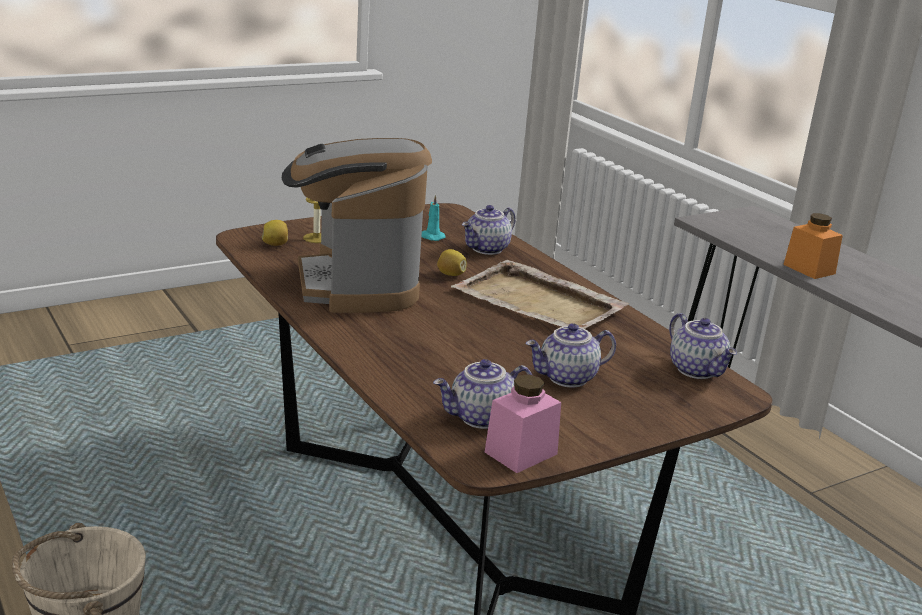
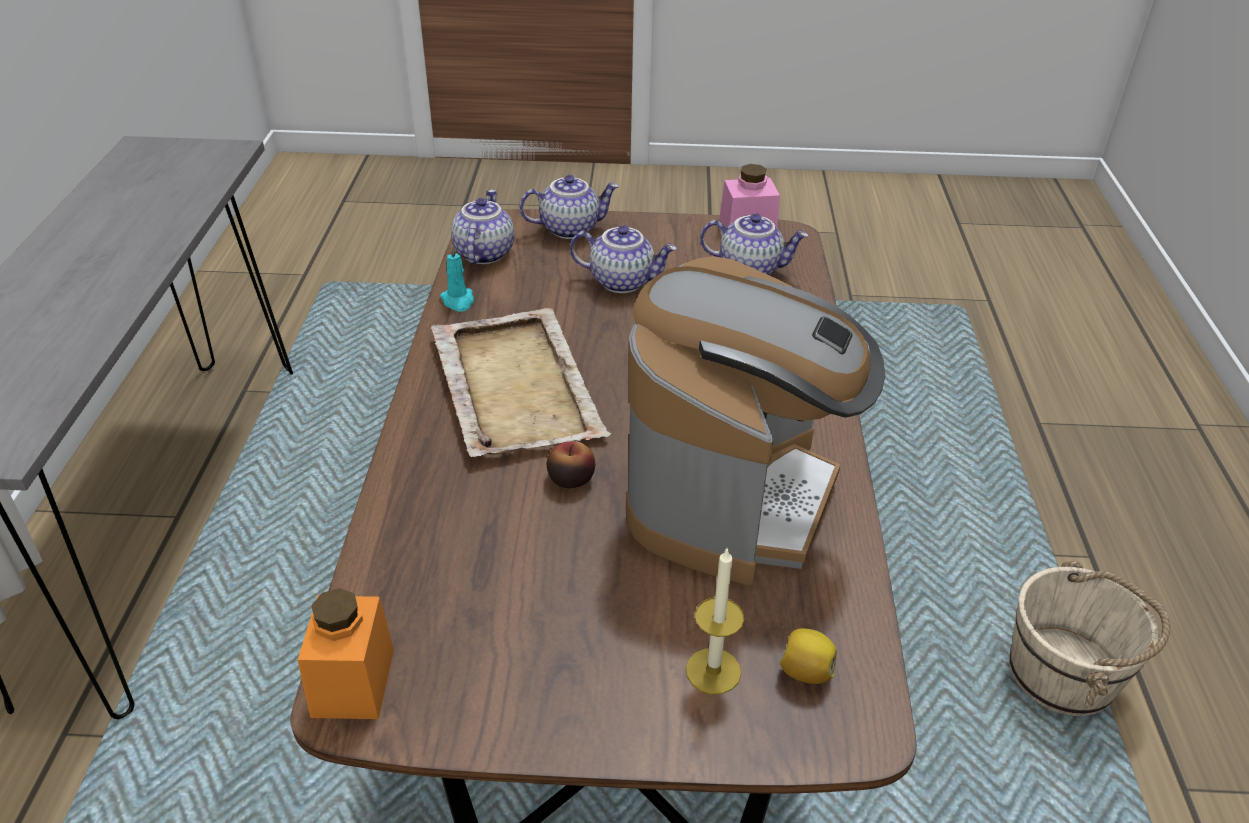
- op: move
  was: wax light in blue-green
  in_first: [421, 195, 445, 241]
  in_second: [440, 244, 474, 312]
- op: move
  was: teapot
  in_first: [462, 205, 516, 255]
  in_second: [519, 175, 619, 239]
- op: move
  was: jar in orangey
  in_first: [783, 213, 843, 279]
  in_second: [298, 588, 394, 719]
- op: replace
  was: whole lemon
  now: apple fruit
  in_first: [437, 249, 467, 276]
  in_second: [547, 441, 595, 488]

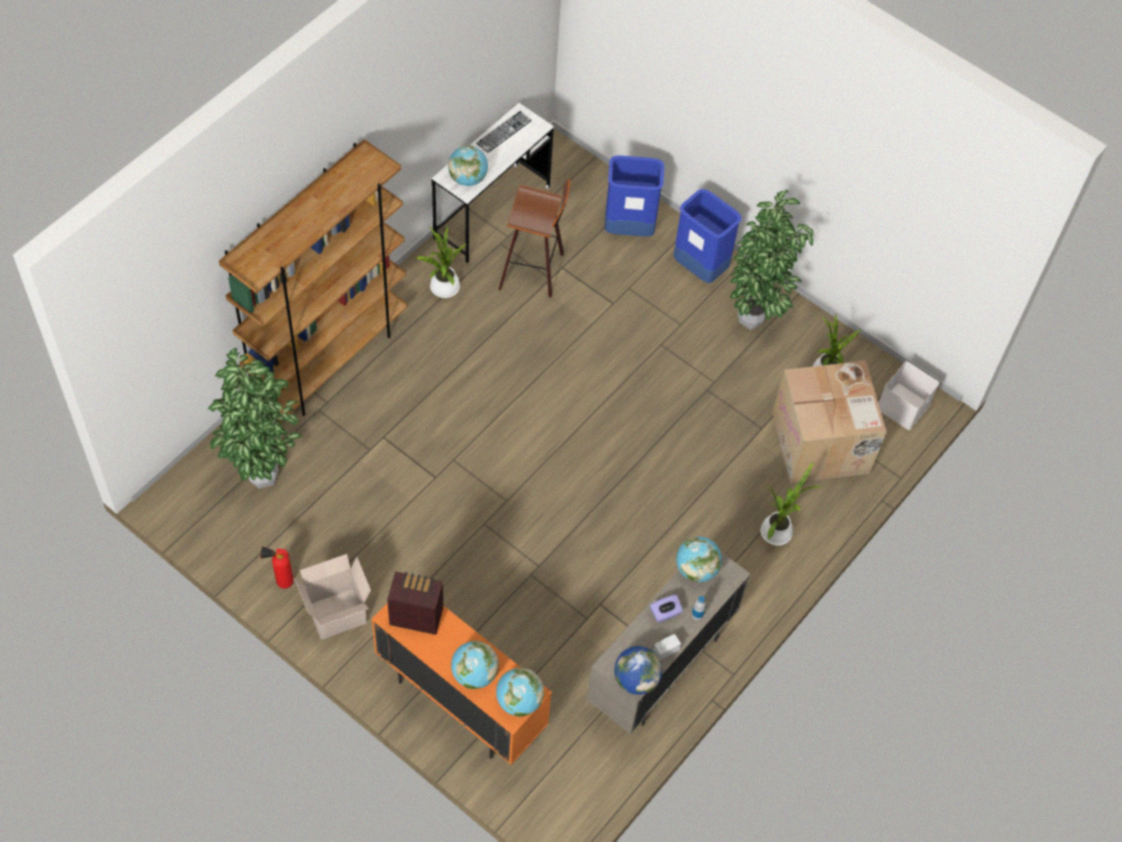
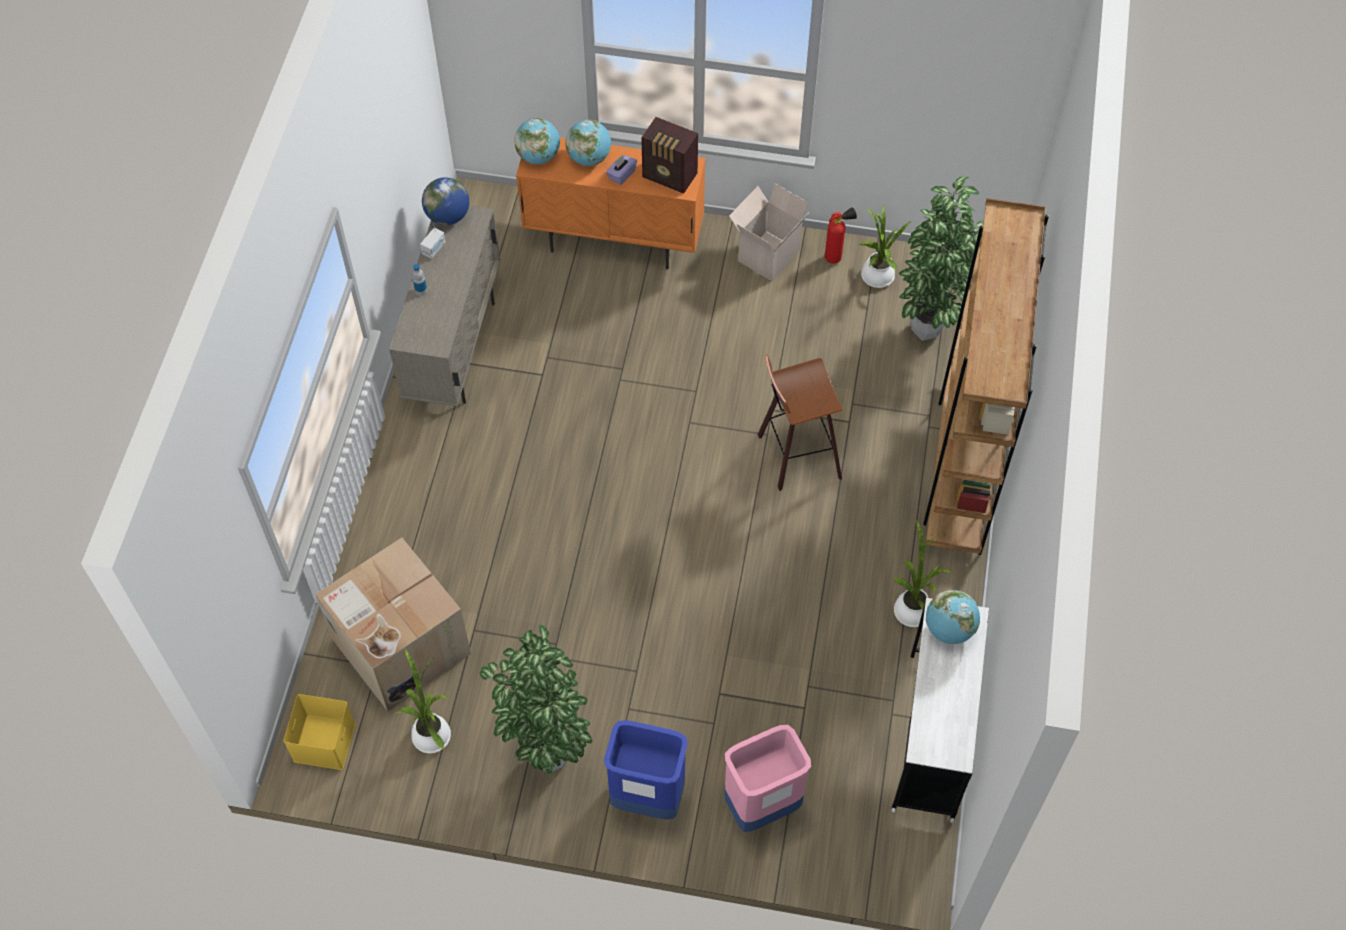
- op: delete
  was: PC keyboard
  in_first: [476, 111, 532, 153]
- op: delete
  was: desk globe
  in_first: [676, 537, 722, 582]
- op: move
  was: stool
  in_first: [499, 179, 570, 298]
  in_second: [758, 354, 843, 491]
- op: move
  was: box of tissues in purple
  in_first: [650, 595, 683, 623]
  in_second: [606, 155, 637, 185]
- op: move
  was: potted plant
  in_first: [761, 462, 823, 546]
  in_second: [859, 204, 911, 288]
- op: recolor
  was: rubbish bin in bluish
  now: rubbish bin in pinkish
  in_first: [605, 156, 664, 237]
  in_second: [724, 725, 811, 832]
- op: recolor
  was: storage box in white-coloured
  now: storage box in yellow-coloured
  in_first: [878, 361, 940, 430]
  in_second: [283, 694, 356, 770]
- op: rotate
  was: radio set
  in_first: [387, 571, 443, 635]
  in_second: [641, 117, 698, 194]
  clockwise: 45

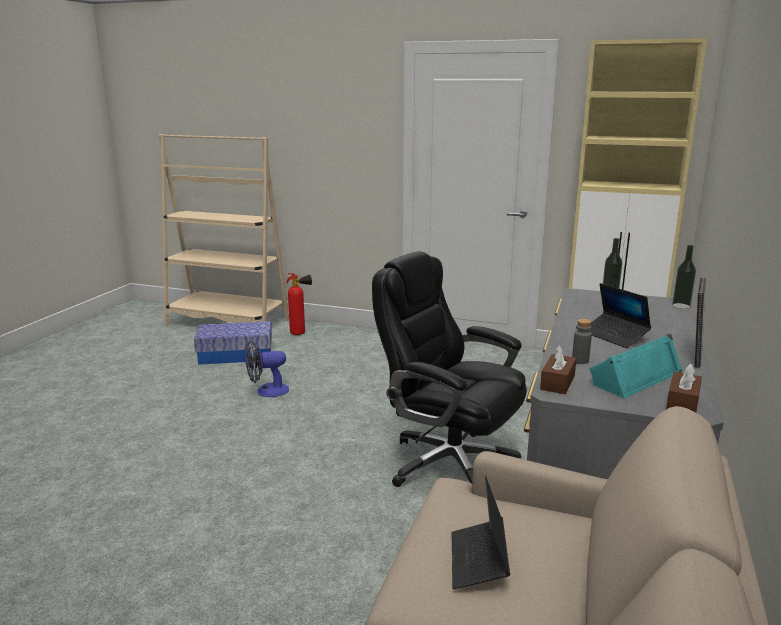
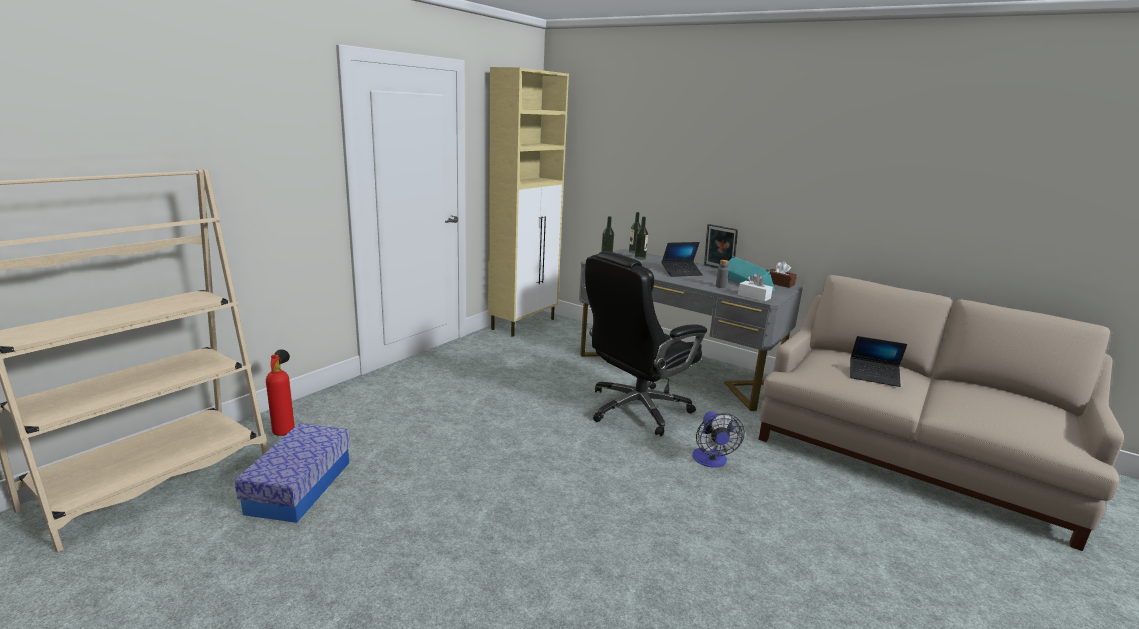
- op: insert
  now: beverage bottle
  in_second: [635, 216, 648, 260]
- op: move
  was: cooling fan
  in_first: [245, 341, 289, 397]
  in_second: [692, 411, 745, 468]
- op: recolor
  was: box of tissues in brown
  now: box of tissues in white-coloured
  in_first: [540, 345, 576, 394]
  in_second: [738, 273, 773, 302]

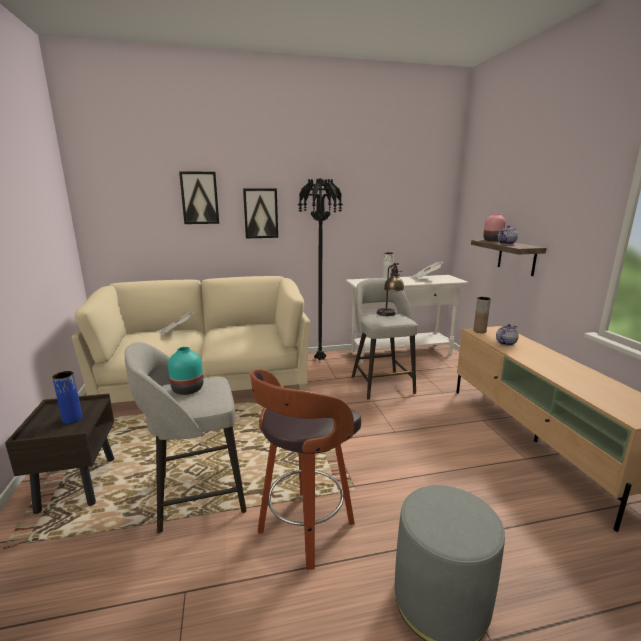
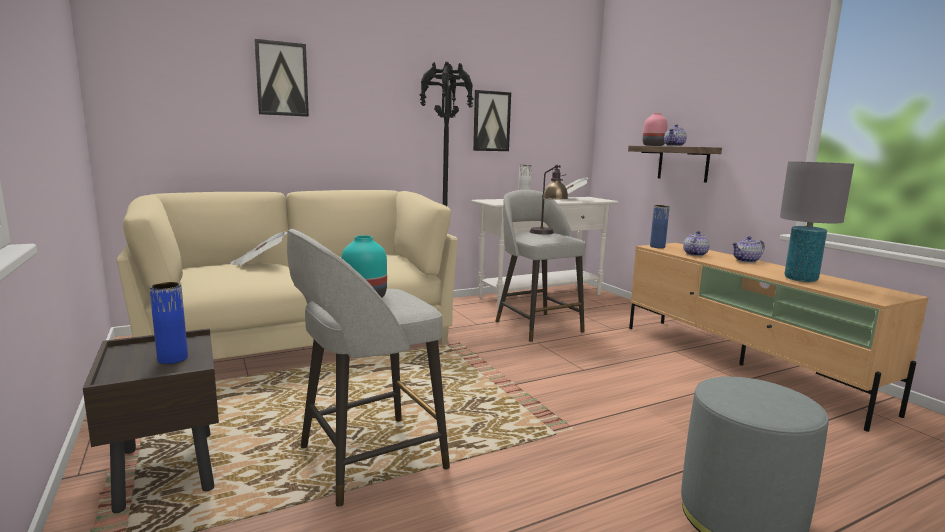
- op: delete
  was: stool
  in_first: [250, 369, 361, 570]
- op: insert
  now: teapot
  in_second: [732, 236, 765, 263]
- op: insert
  now: tabletop lamp in grey
  in_second: [780, 161, 854, 282]
- op: move
  was: wall picture
  in_first: [243, 188, 278, 238]
  in_second: [473, 90, 511, 151]
- op: recolor
  was: decorative vase in brown
  now: decorative vase in bluish
  in_first: [473, 297, 491, 333]
  in_second: [650, 205, 670, 248]

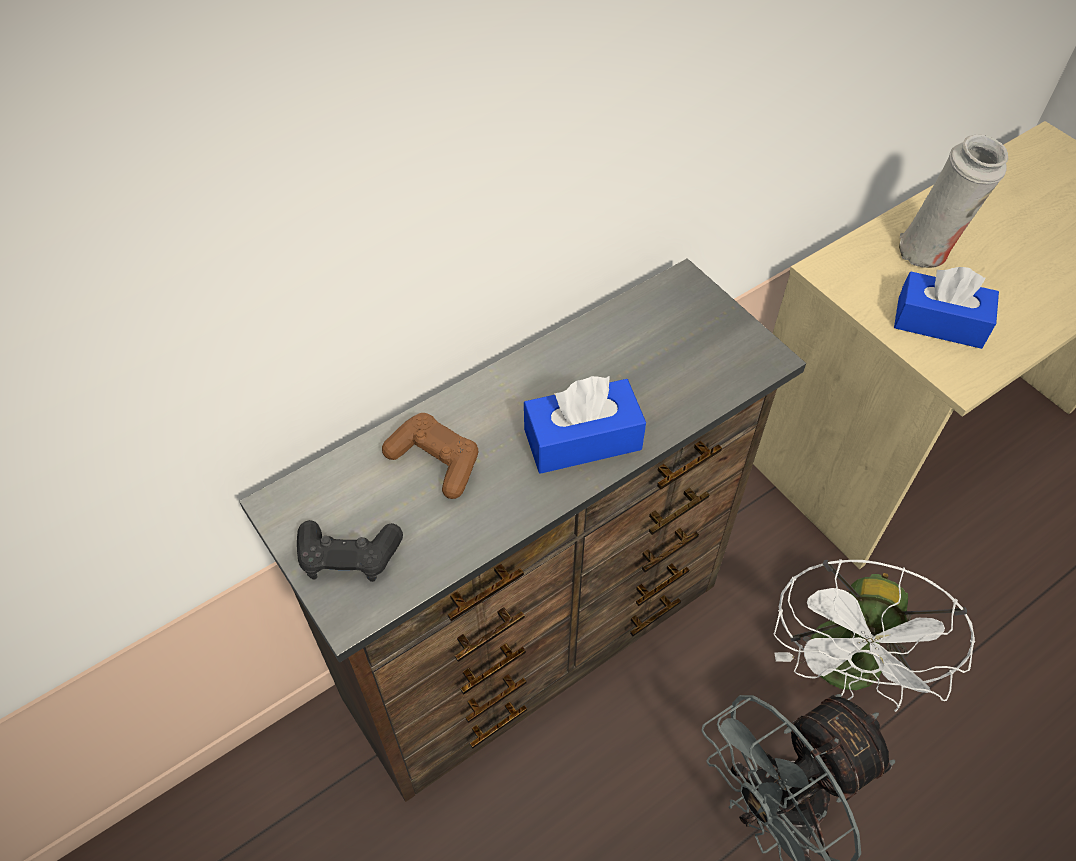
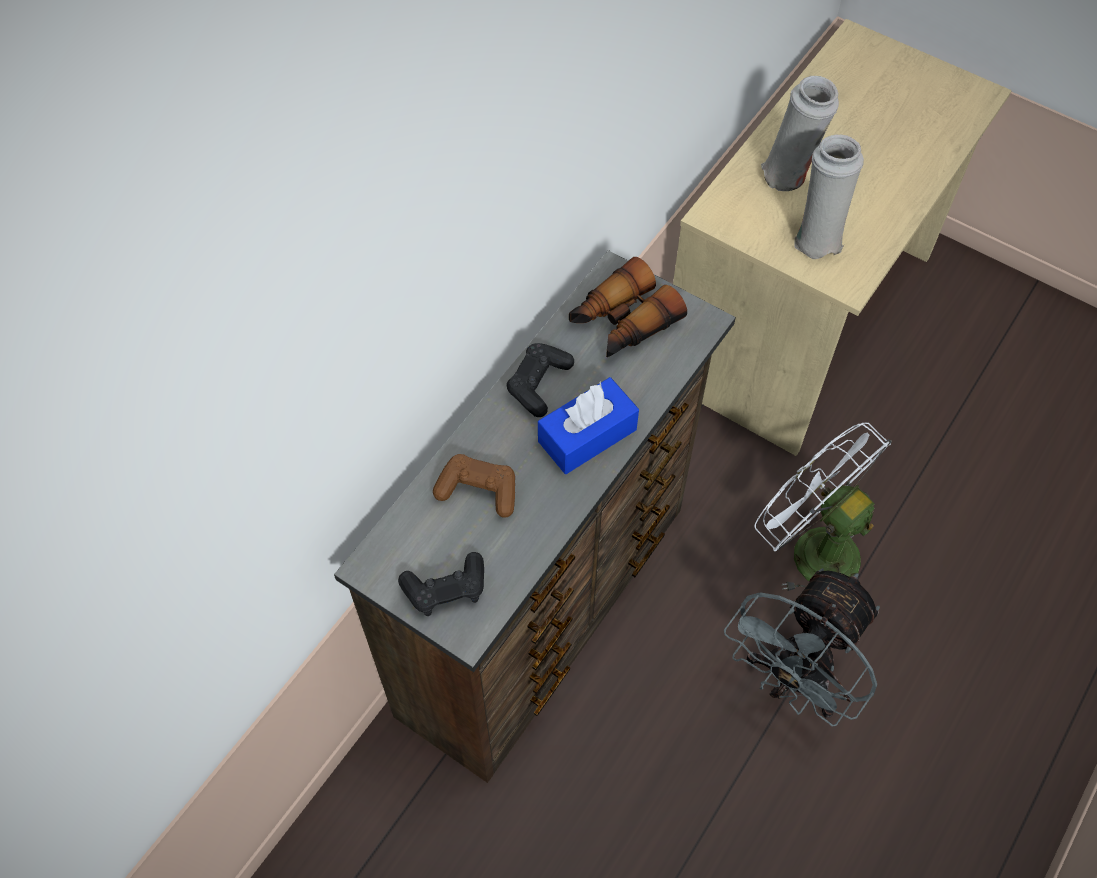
- op: insert
  now: joypad in blackish
  in_second: [507, 343, 574, 417]
- op: insert
  now: field glasses
  in_second: [569, 257, 687, 357]
- op: replace
  was: box of tissues in bluish
  now: decorative vase in white-coloured
  in_first: [894, 267, 999, 349]
  in_second: [794, 134, 864, 259]
- op: rotate
  was: cooling fan in white-coloured
  in_first: [774, 559, 975, 712]
  in_second: [755, 423, 892, 591]
  clockwise: 135

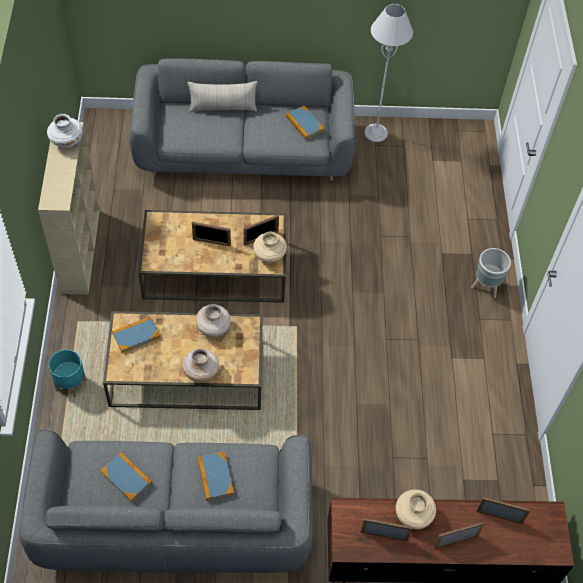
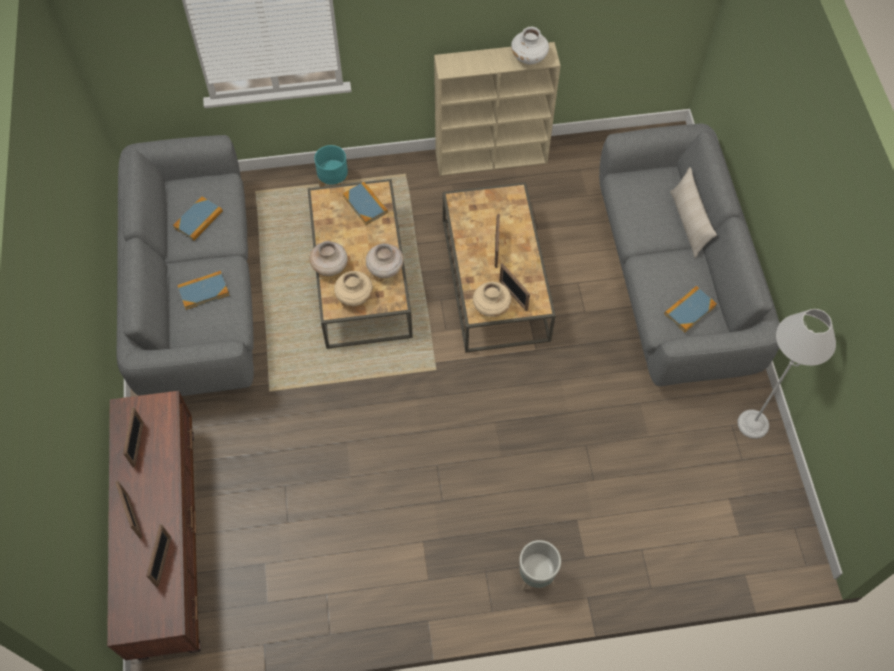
- op: move
  was: decorative vase in beige-coloured
  in_first: [396, 489, 436, 529]
  in_second: [334, 271, 373, 306]

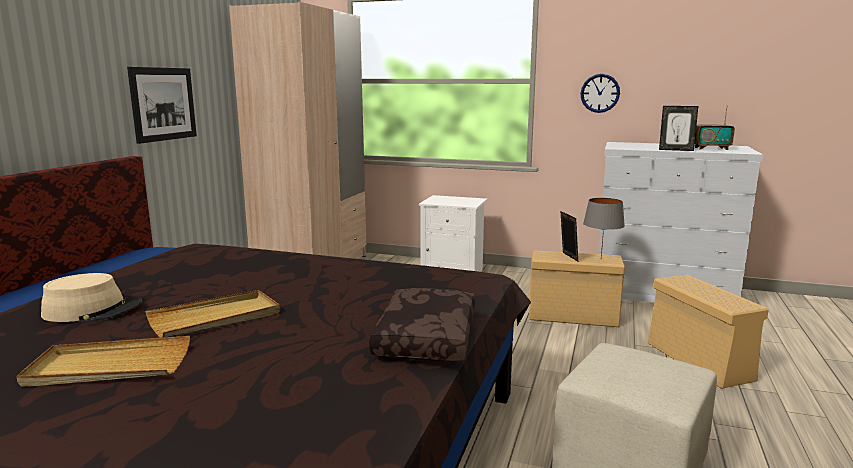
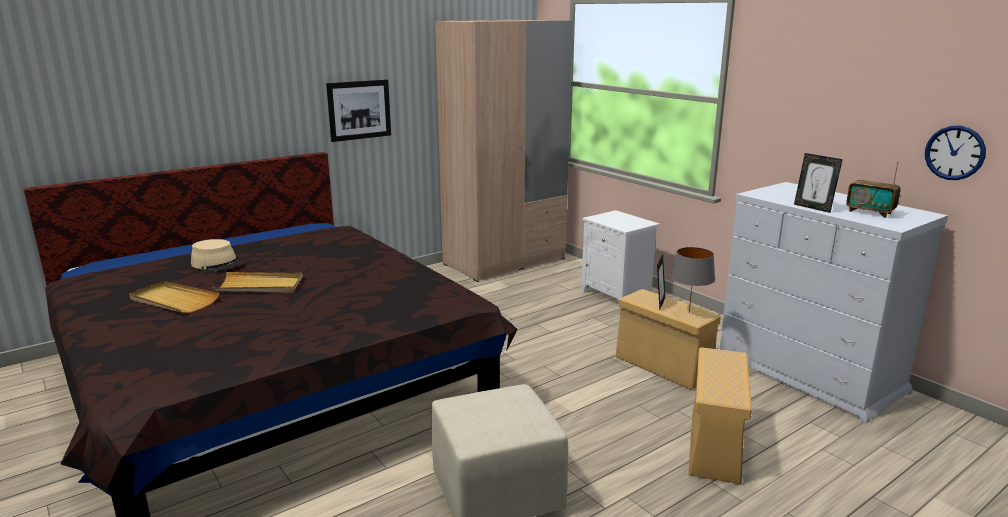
- op: delete
  was: pillow in brown
  in_first: [369, 288, 475, 361]
- op: move
  was: clock on the wall
  in_first: [580, 74, 620, 113]
  in_second: [925, 126, 986, 180]

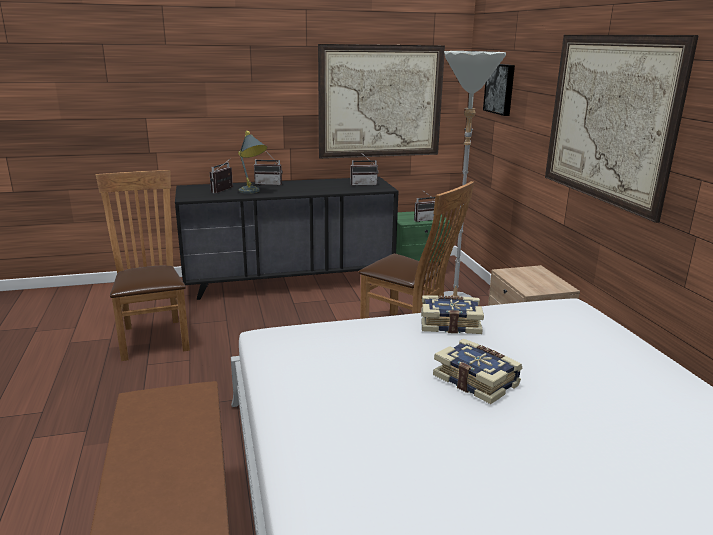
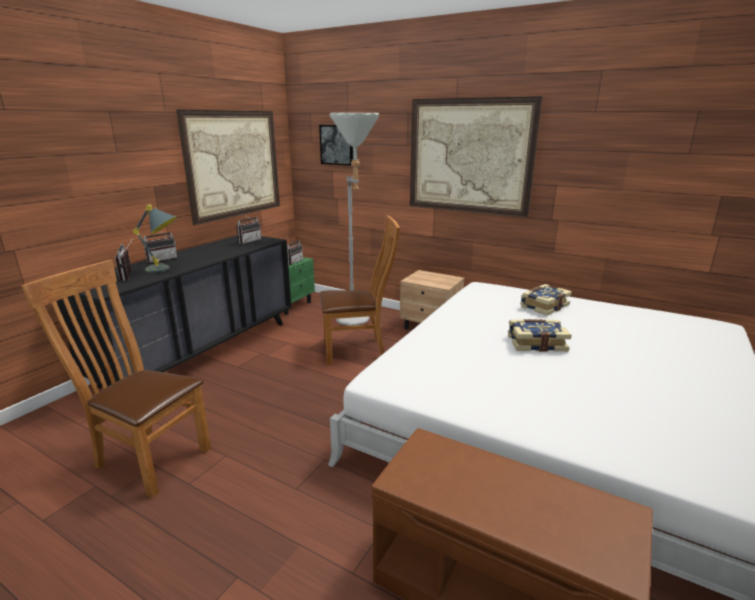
- op: move
  was: bound book
  in_first: [421, 295, 484, 334]
  in_second: [520, 284, 572, 316]

